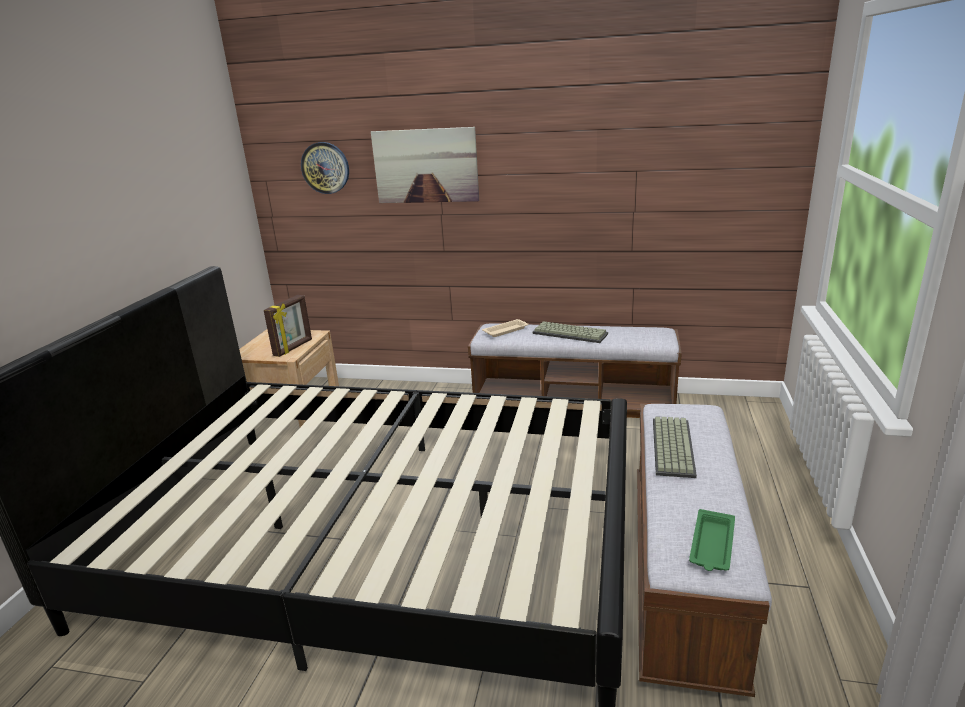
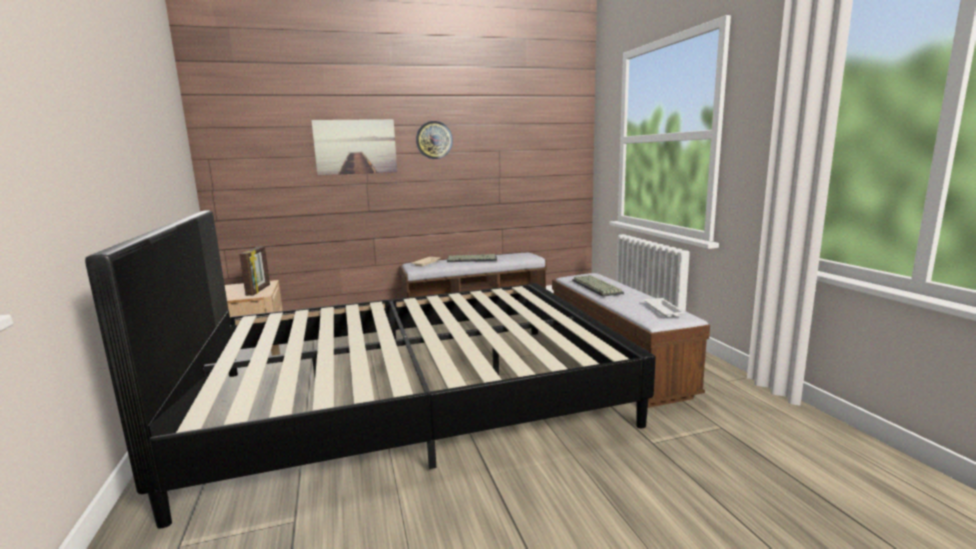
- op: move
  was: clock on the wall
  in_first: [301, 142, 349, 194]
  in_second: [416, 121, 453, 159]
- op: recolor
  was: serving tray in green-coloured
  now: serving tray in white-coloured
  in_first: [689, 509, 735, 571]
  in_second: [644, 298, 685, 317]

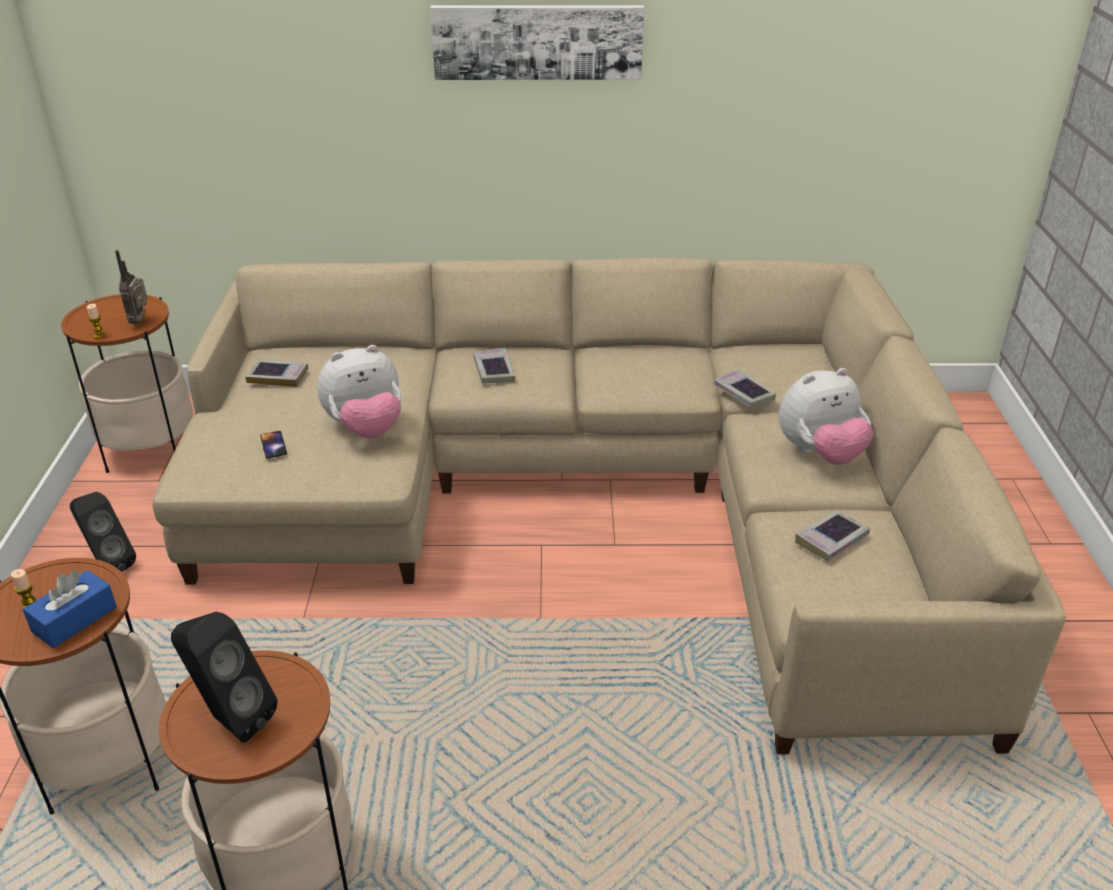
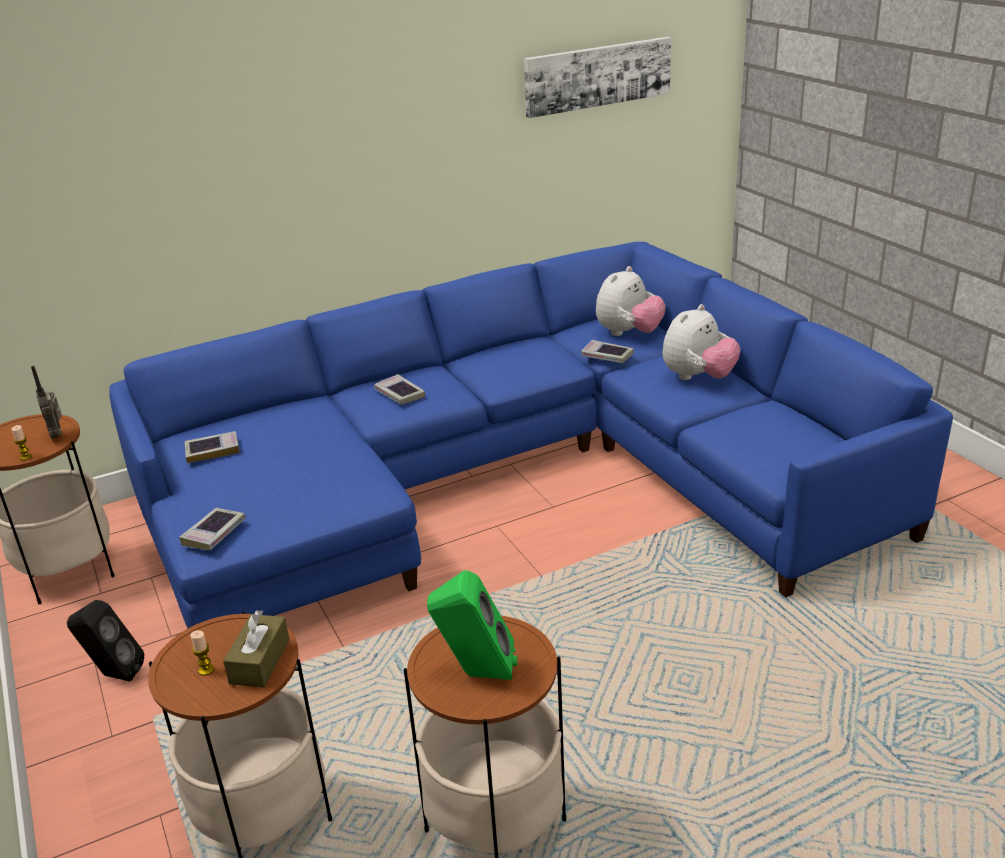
- op: delete
  was: handset
  in_first: [260, 431, 287, 459]
- op: move
  was: soft toy
  in_first: [317, 345, 401, 438]
  in_second: [596, 266, 666, 336]
- op: move
  was: wall picture
  in_first: [430, 5, 644, 80]
  in_second: [524, 37, 671, 118]
- op: move
  was: bound book
  in_first: [795, 510, 870, 561]
  in_second: [179, 508, 246, 550]
- op: recolor
  was: box of tissues in bluish
  now: box of tissues in brown
  in_first: [23, 570, 117, 648]
  in_second: [223, 610, 290, 687]
- op: recolor
  was: couch in beige-coloured
  now: couch in bluish
  in_first: [152, 257, 1066, 754]
  in_second: [109, 242, 953, 629]
- op: recolor
  was: loudspeaker in blackish
  now: loudspeaker in green-coloured
  in_first: [171, 612, 278, 743]
  in_second: [427, 570, 517, 680]

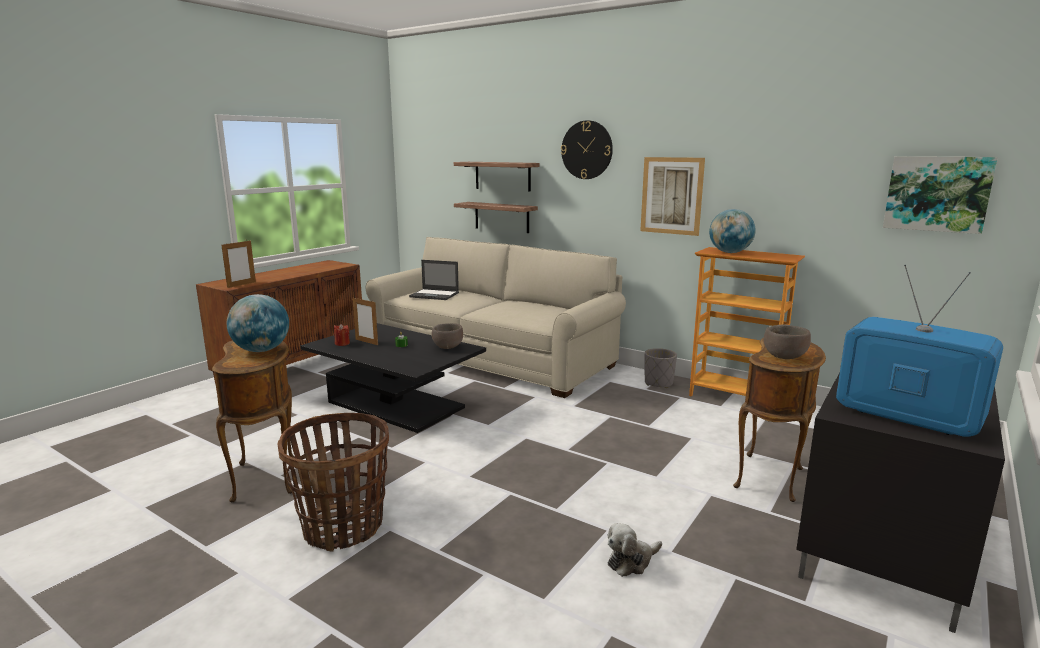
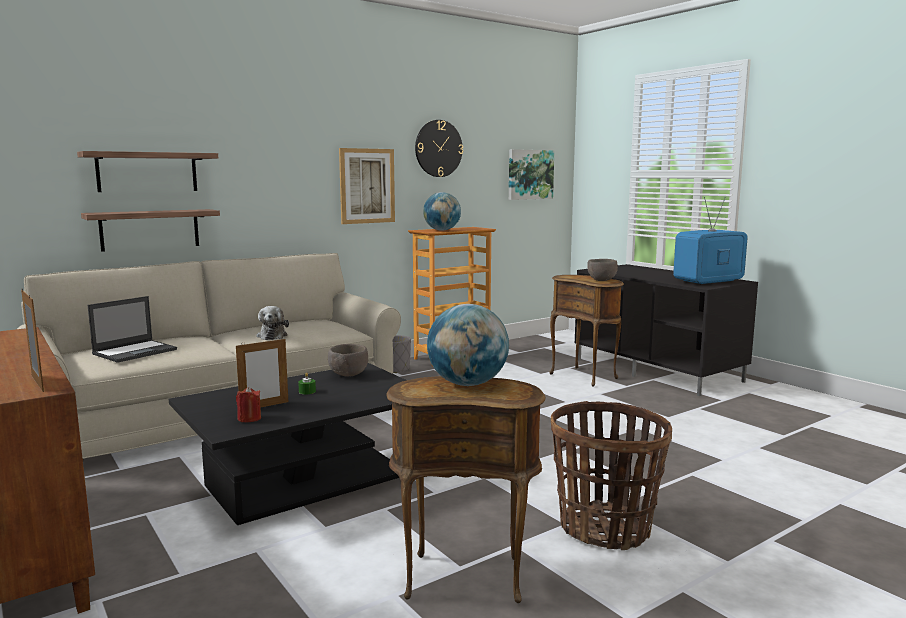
- op: move
  was: clock on the wall
  in_first: [561, 120, 613, 179]
  in_second: [415, 120, 463, 177]
- op: move
  was: soft toy
  in_first: [608, 523, 662, 577]
  in_second: [256, 306, 289, 340]

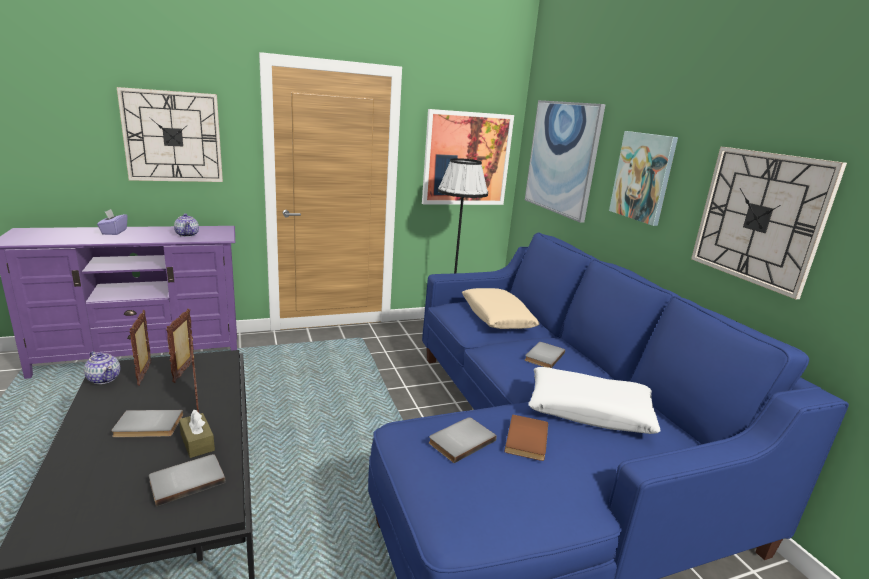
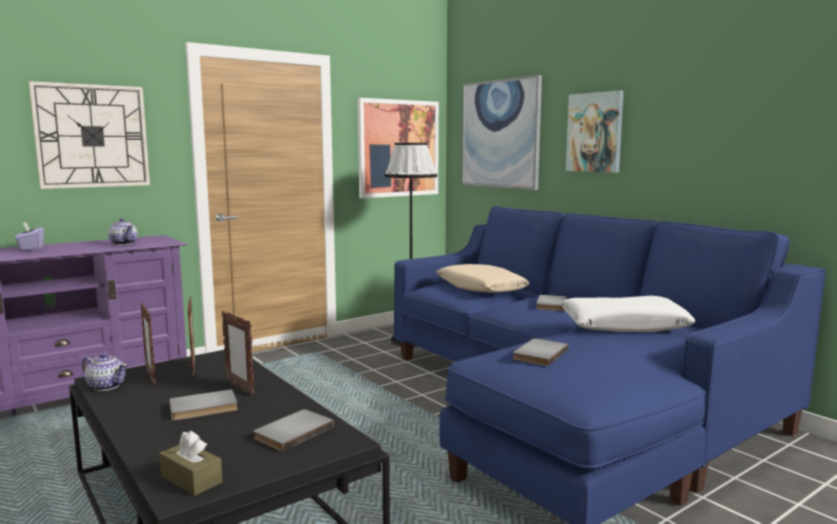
- op: delete
  was: bound book in brown
  in_first: [505, 414, 548, 461]
- op: delete
  was: clock on the wall
  in_first: [691, 147, 847, 299]
- op: move
  was: box of tissues in brown
  in_first: [179, 409, 215, 458]
  in_second: [159, 431, 223, 496]

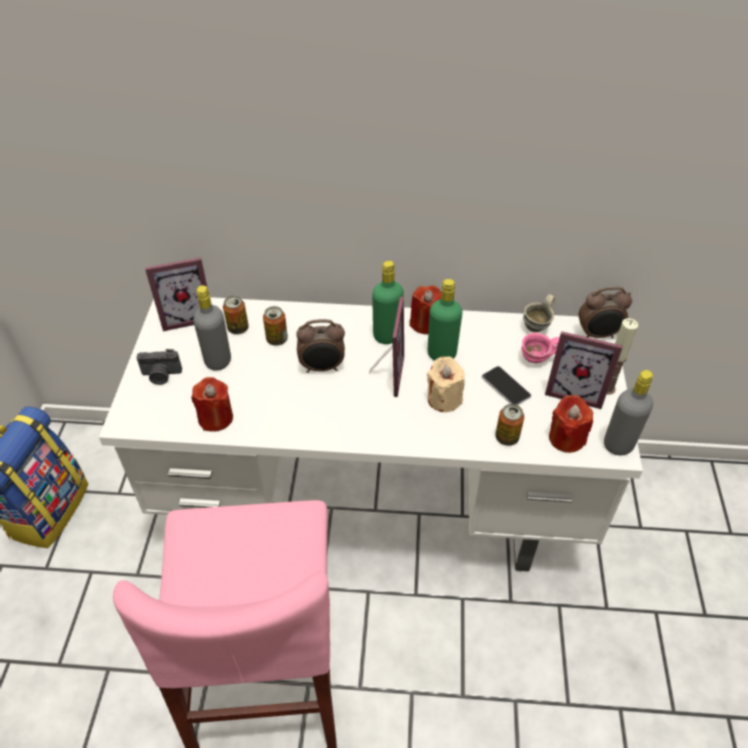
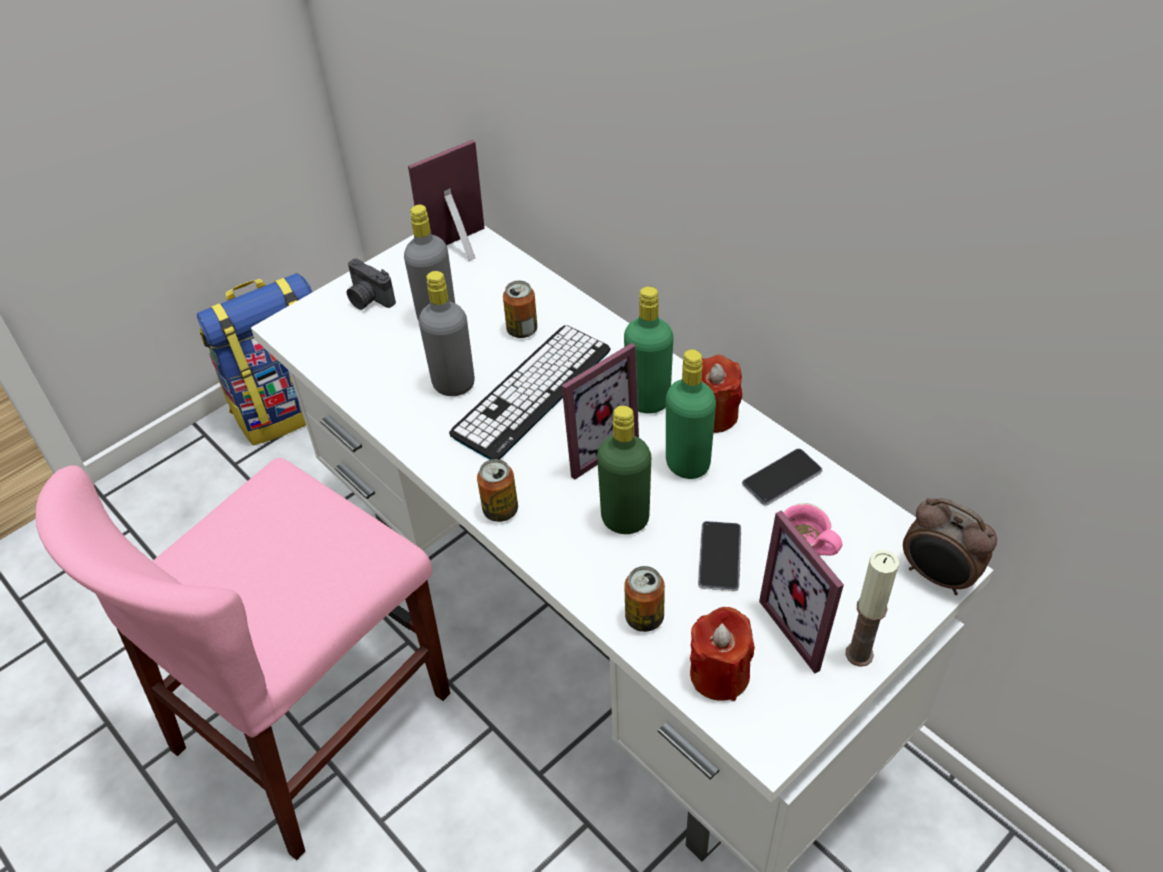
- op: delete
  was: wax light in red
  in_first: [191, 377, 233, 432]
- op: delete
  was: coffee mug in grey
  in_first: [523, 294, 555, 332]
- op: insert
  now: handset
  in_second: [742, 449, 822, 506]
- op: move
  was: metal can
  in_first: [223, 296, 249, 334]
  in_second: [477, 459, 518, 522]
- op: move
  was: beverage bottle in grey
  in_first: [604, 370, 653, 455]
  in_second: [419, 271, 475, 396]
- op: replace
  was: alarm clock
  now: PC keyboard
  in_first: [296, 319, 345, 373]
  in_second: [449, 326, 610, 460]
- op: replace
  was: wax light in beige-coloured
  now: beverage bottle in green-coloured
  in_first: [427, 357, 465, 412]
  in_second: [597, 406, 651, 534]
- op: rotate
  was: standing frame
  in_first: [145, 258, 208, 331]
  in_second: [408, 140, 485, 261]
  clockwise: 120

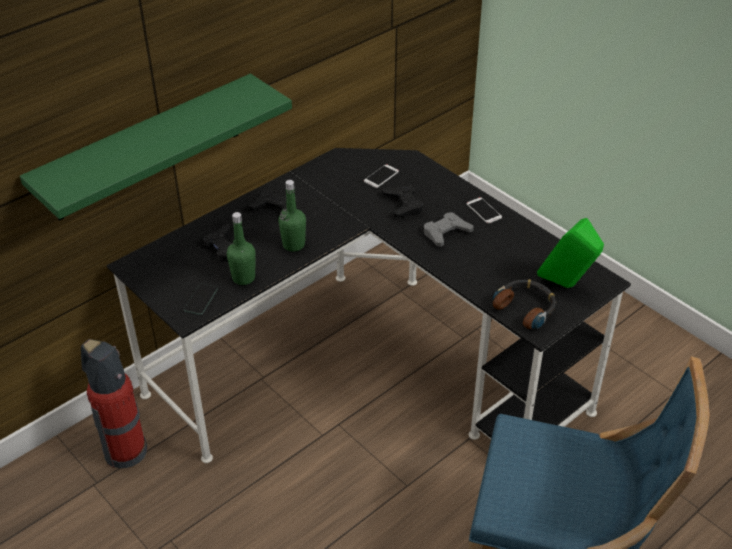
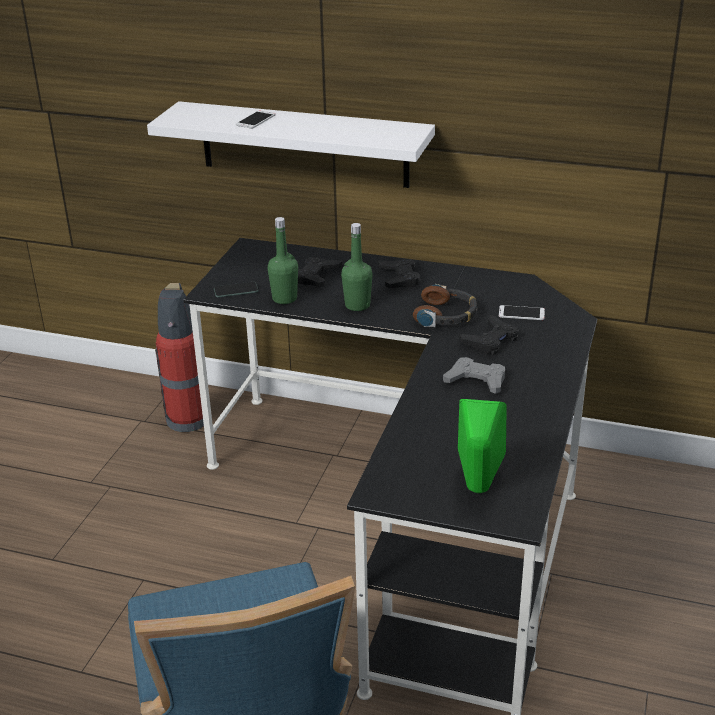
- op: move
  was: handset
  in_first: [467, 197, 502, 224]
  in_second: [236, 111, 275, 129]
- op: move
  was: pair of headphones
  in_first: [493, 279, 556, 329]
  in_second: [413, 284, 477, 327]
- op: recolor
  was: bracket shelf in green-coloured
  now: bracket shelf in white-coloured
  in_first: [20, 74, 292, 221]
  in_second: [147, 101, 435, 188]

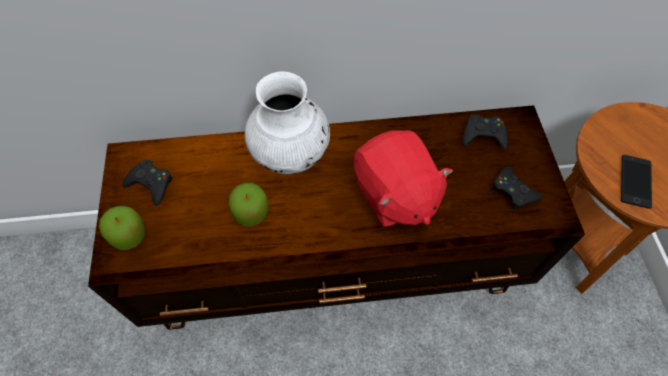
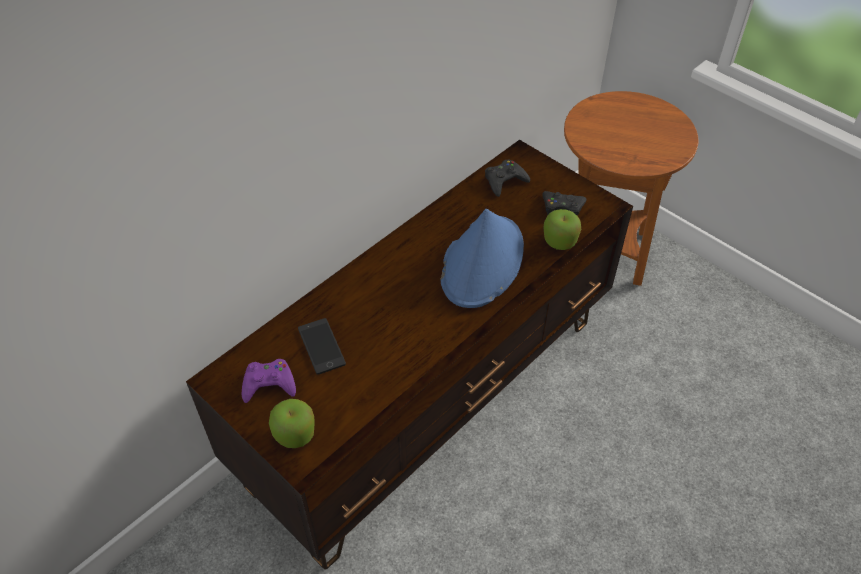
- op: delete
  was: decorative vase in white-coloured
  in_first: [245, 71, 330, 174]
- op: move
  was: apple fruit
  in_first: [228, 183, 268, 226]
  in_second: [544, 209, 581, 250]
- op: move
  was: handset
  in_first: [621, 155, 652, 209]
  in_second: [298, 318, 346, 375]
- op: replace
  was: soft toy in red
  now: clothing hat in bluish
  in_first: [354, 130, 453, 227]
  in_second: [441, 209, 524, 308]
- op: recolor
  was: joypad in blackish
  now: joypad in purple
  in_first: [122, 160, 173, 206]
  in_second: [242, 359, 296, 403]

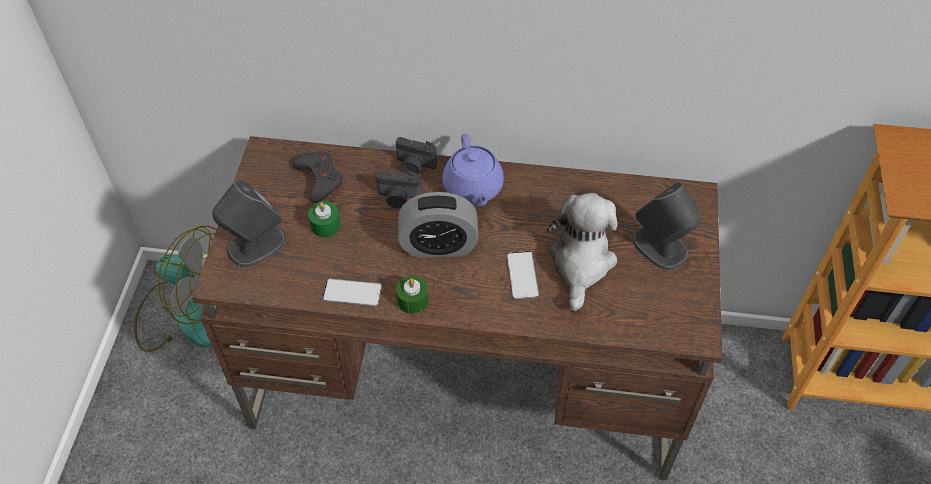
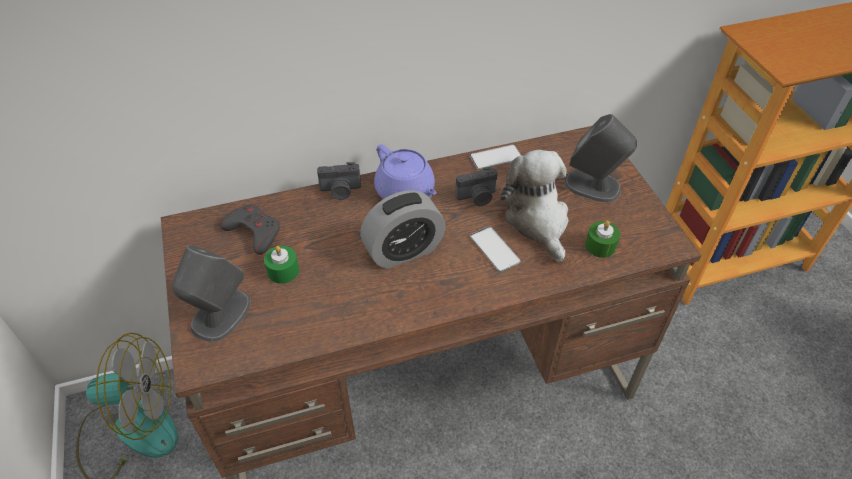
- op: move
  was: handset
  in_first: [322, 279, 382, 306]
  in_second: [470, 144, 521, 169]
- op: move
  was: still camera
  in_first: [377, 171, 421, 208]
  in_second: [455, 167, 498, 206]
- op: move
  was: wax light in green-coloured
  in_first: [396, 276, 429, 314]
  in_second: [585, 221, 620, 258]

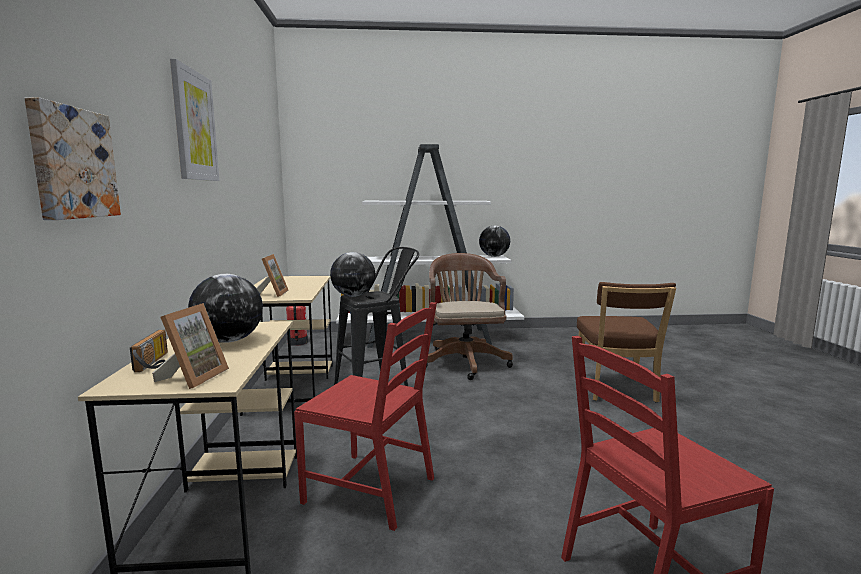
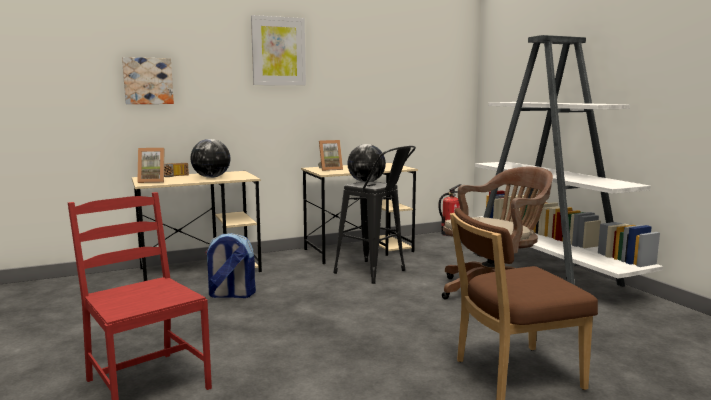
- op: delete
  was: desk globe
  in_first: [479, 226, 510, 257]
- op: replace
  was: upright chair in red
  now: rucksack
  in_first: [294, 302, 437, 531]
  in_second: [205, 233, 256, 298]

